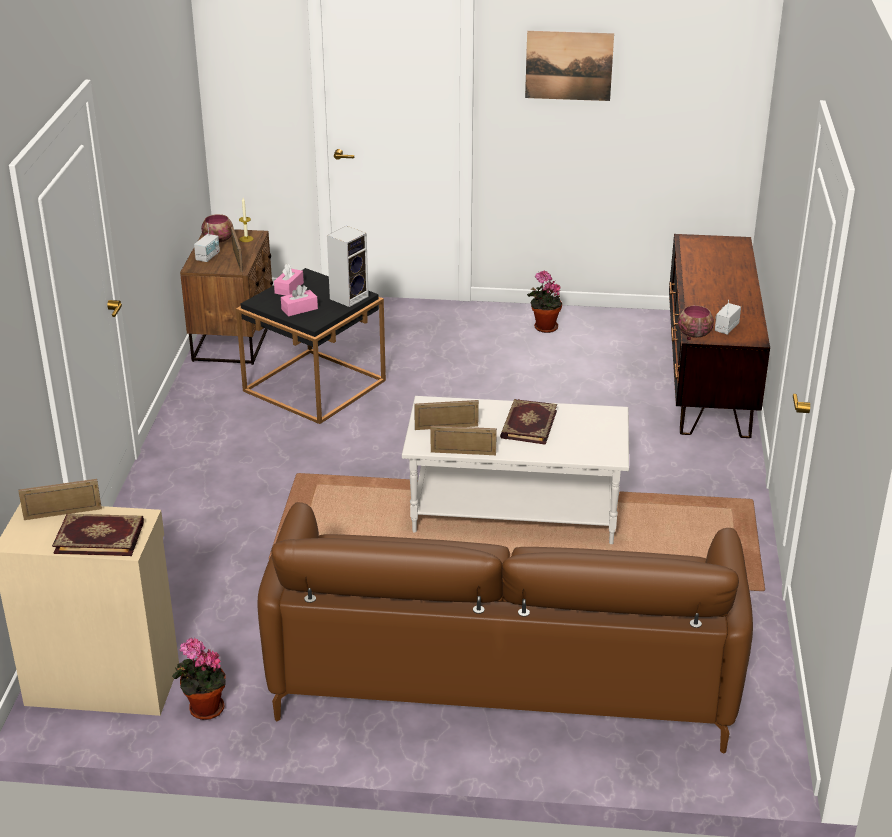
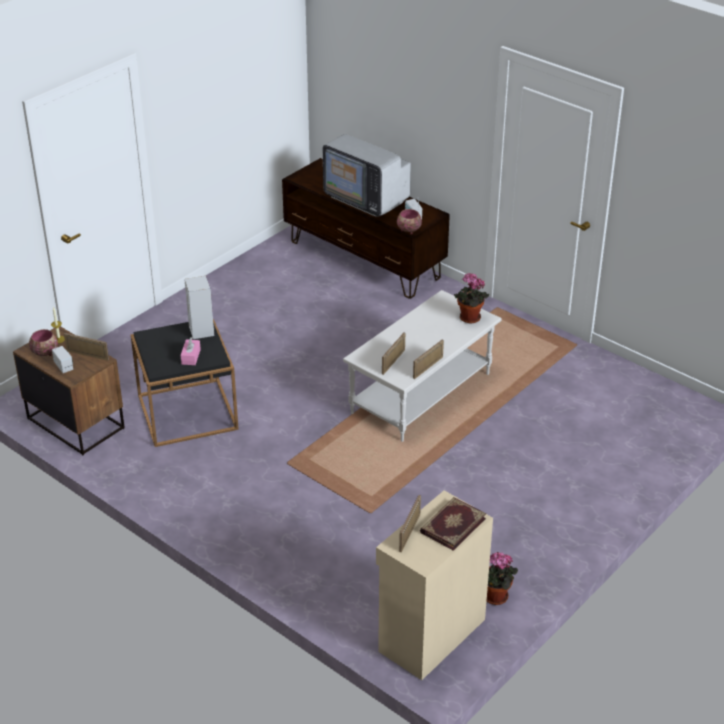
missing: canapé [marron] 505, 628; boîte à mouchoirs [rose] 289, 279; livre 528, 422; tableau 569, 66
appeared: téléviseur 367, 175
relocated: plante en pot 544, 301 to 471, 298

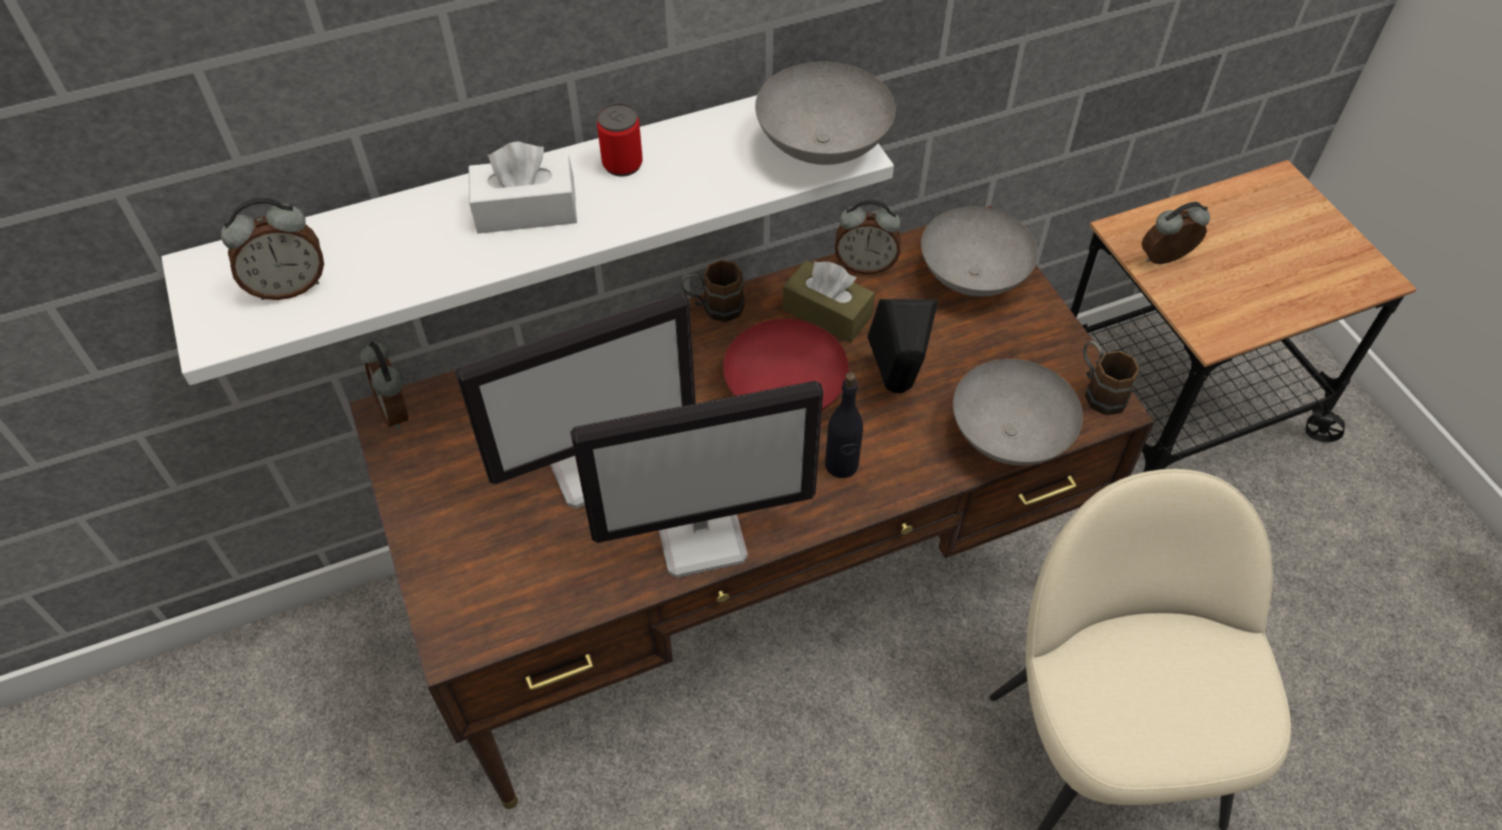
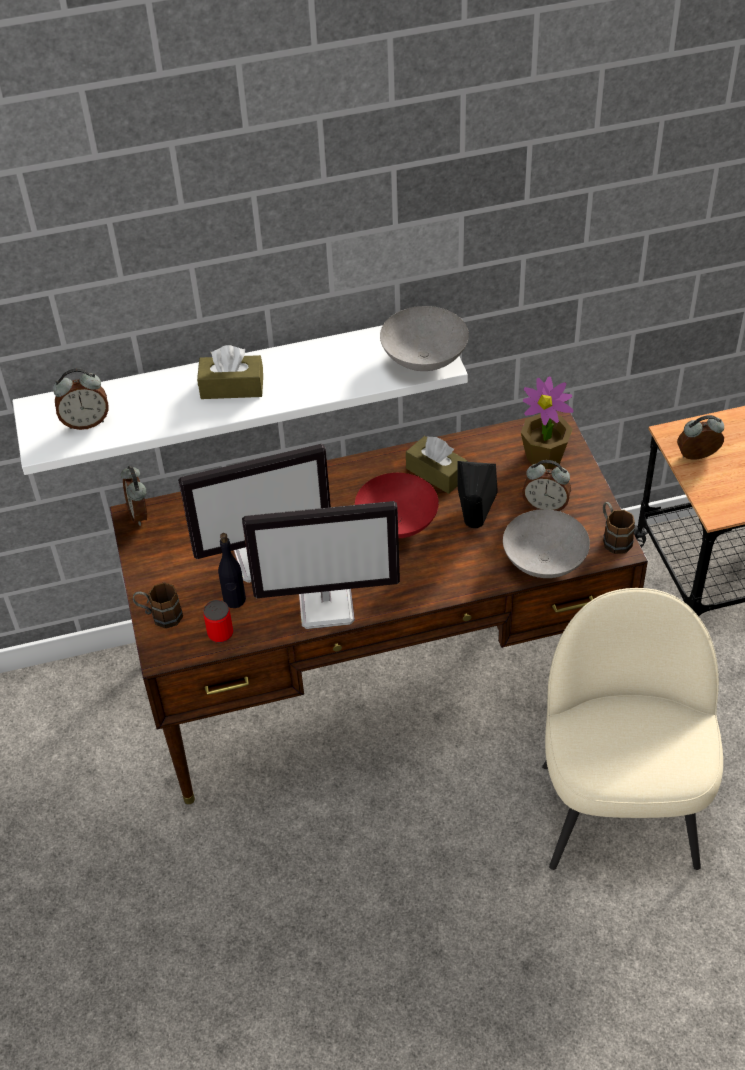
relocated: boîte métallique 620, 140 to 218, 621; mug [marron] 712, 291 to 158, 606; bouteille [noir] 844, 425 to 232, 570; réveil 868, 237 to 546, 486
exchanged: bol [gris] 979, 252 to plante en pot 547, 422
colour: boîte à mouchoirs [blanc] 523, 188 to boîte à mouchoirs [marron] 230, 372

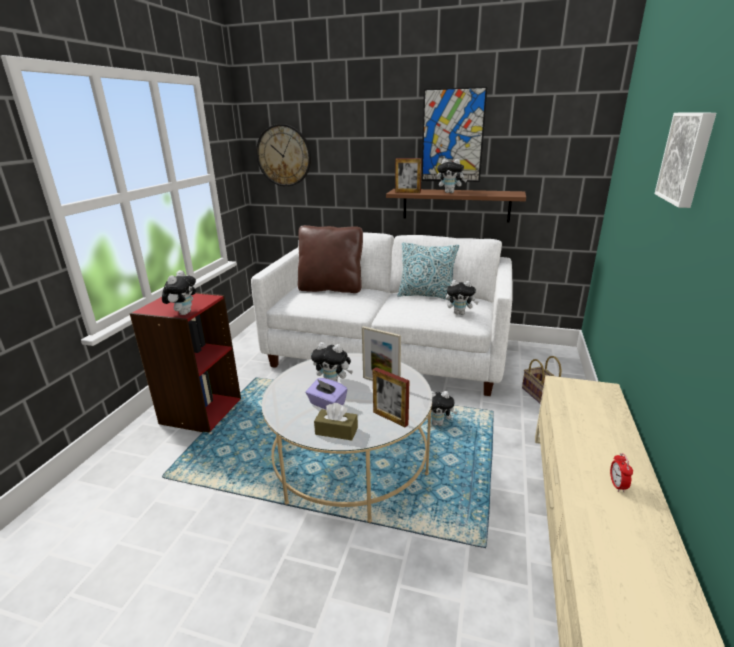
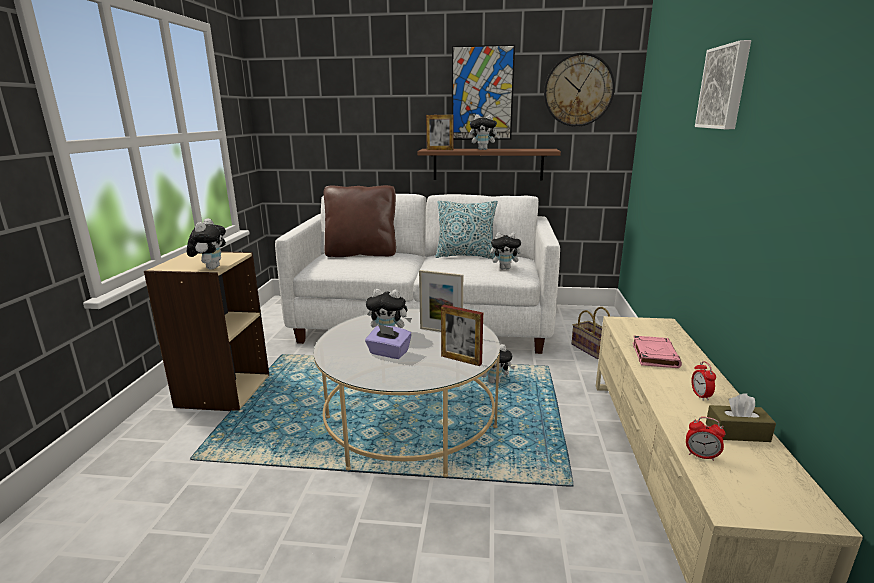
appeared: livre [rose] 657, 352; réveil 705, 439
relocated: horloge murale 283, 155 to 579, 90; boîte à mouchoirs [marron] 336, 421 to 741, 417
colour: bibliothèque [rouge] 185, 362 to bibliothèque [beige] 206, 331

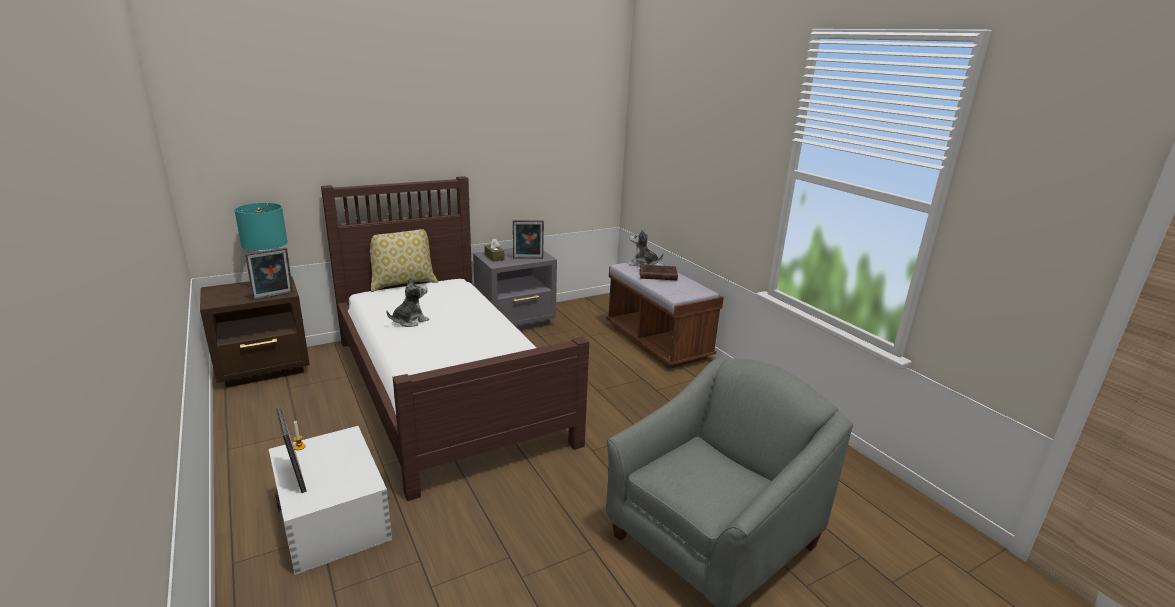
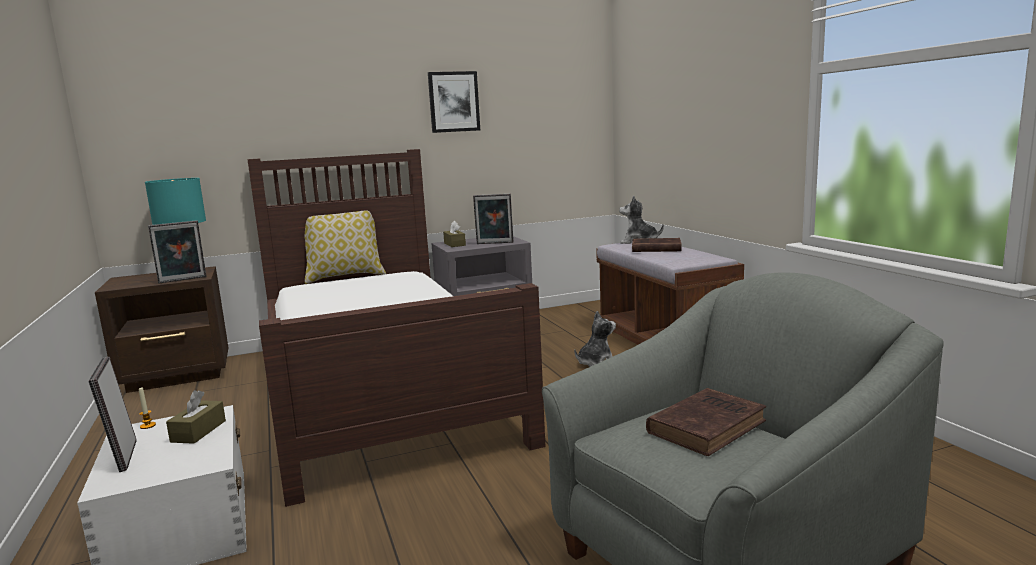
appeared: boîte à mouchoirs [marron] 196, 417; tableau 454, 102; livre [marron] 706, 422
relocated: peluche 407, 302 to 595, 339

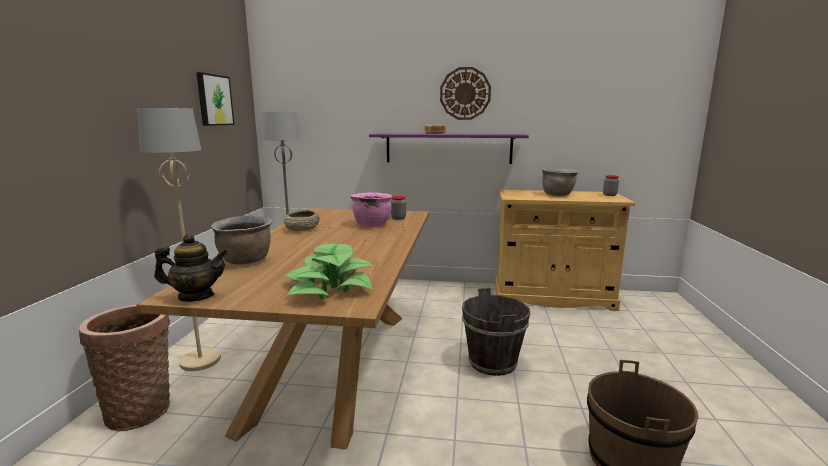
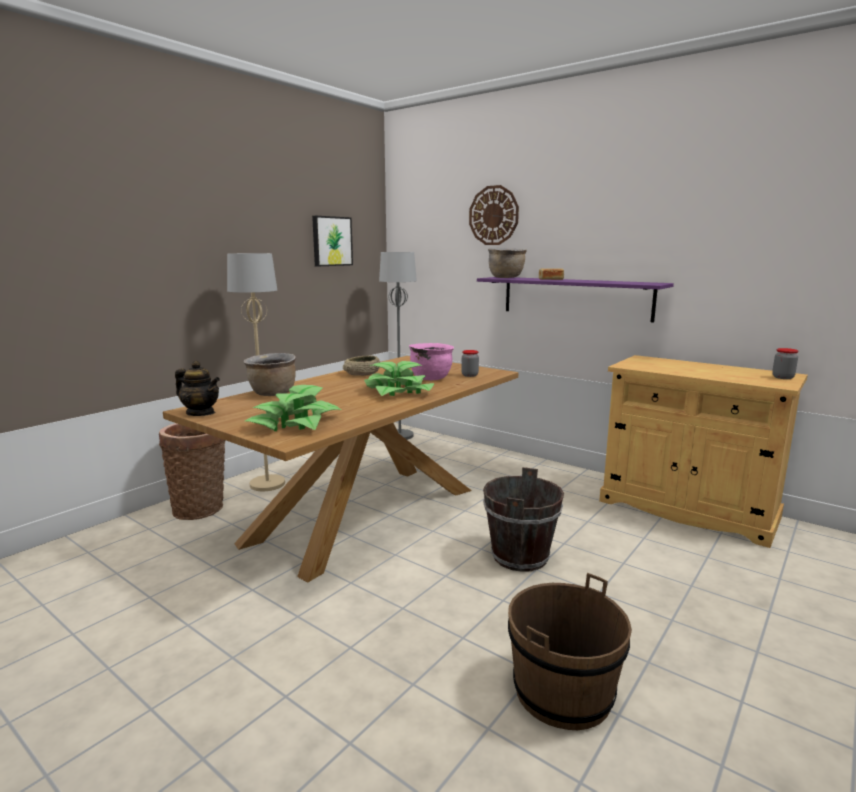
appeared: plante en pot 399, 378
relocated: horloge murale 465, 93 to 494, 215; marmite [marron] 560, 182 to 507, 263

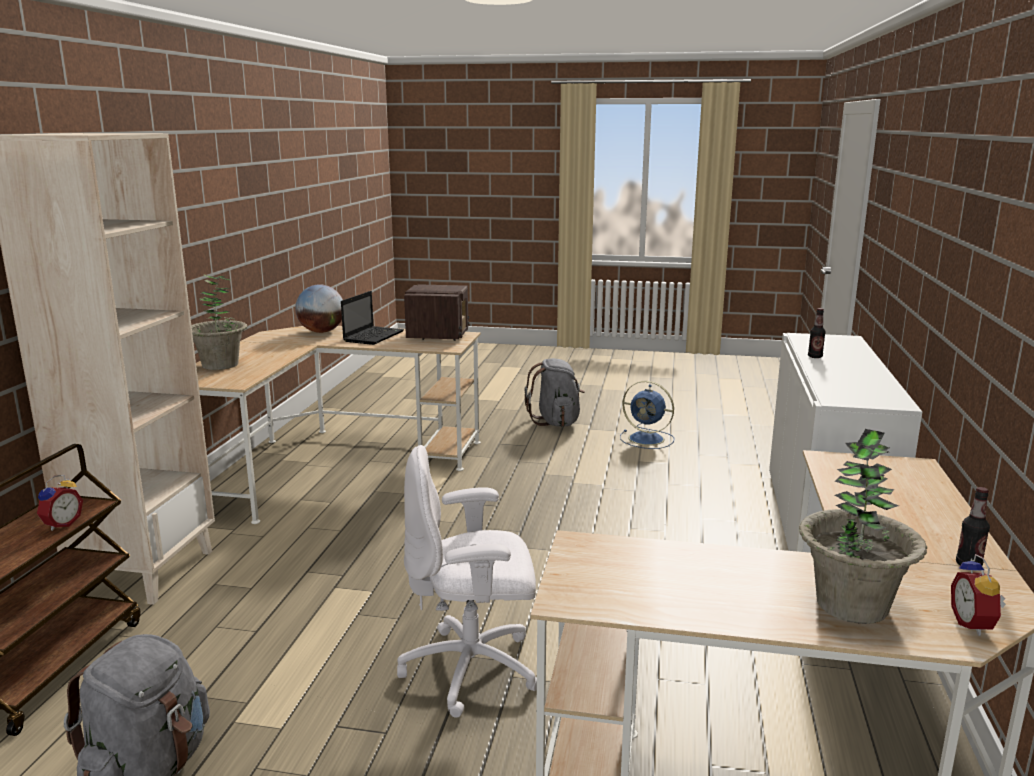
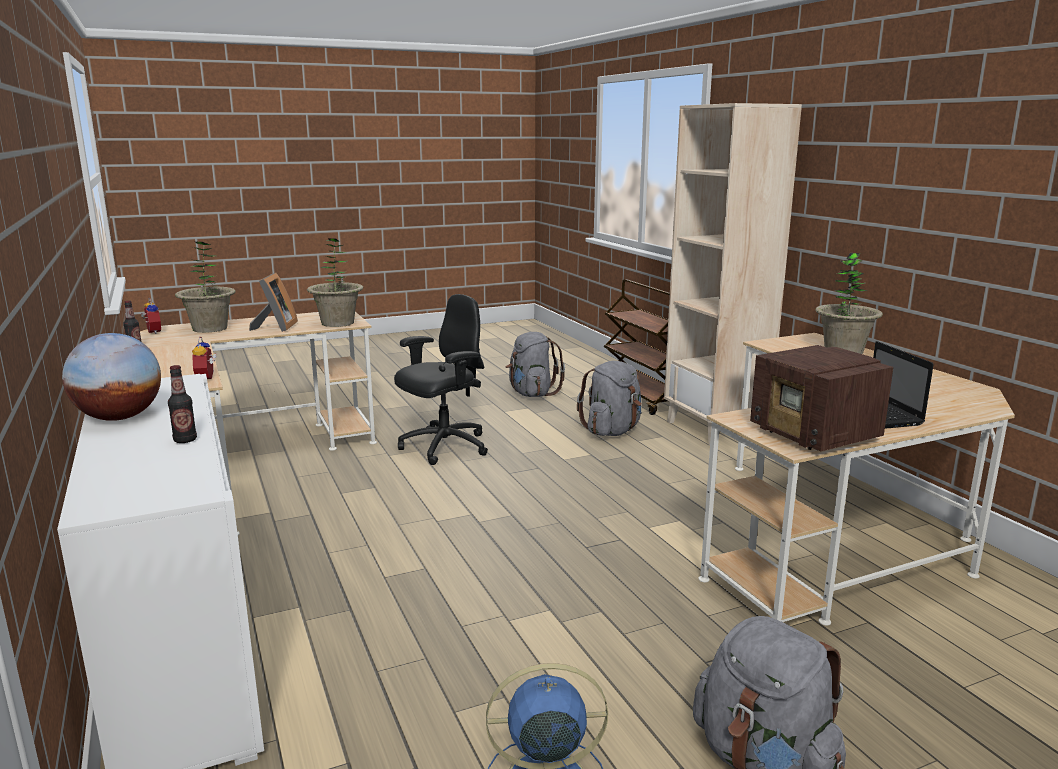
appeared: cadre photo 273, 302; plante en pot 335, 282; sac à dos [gris] 609, 398
relocated: réveil 60, 503 to 204, 358; globe 319, 308 to 111, 377
colour: chaise de bureau [blanc] 467, 581 to chaise de bureau [noir] 441, 379

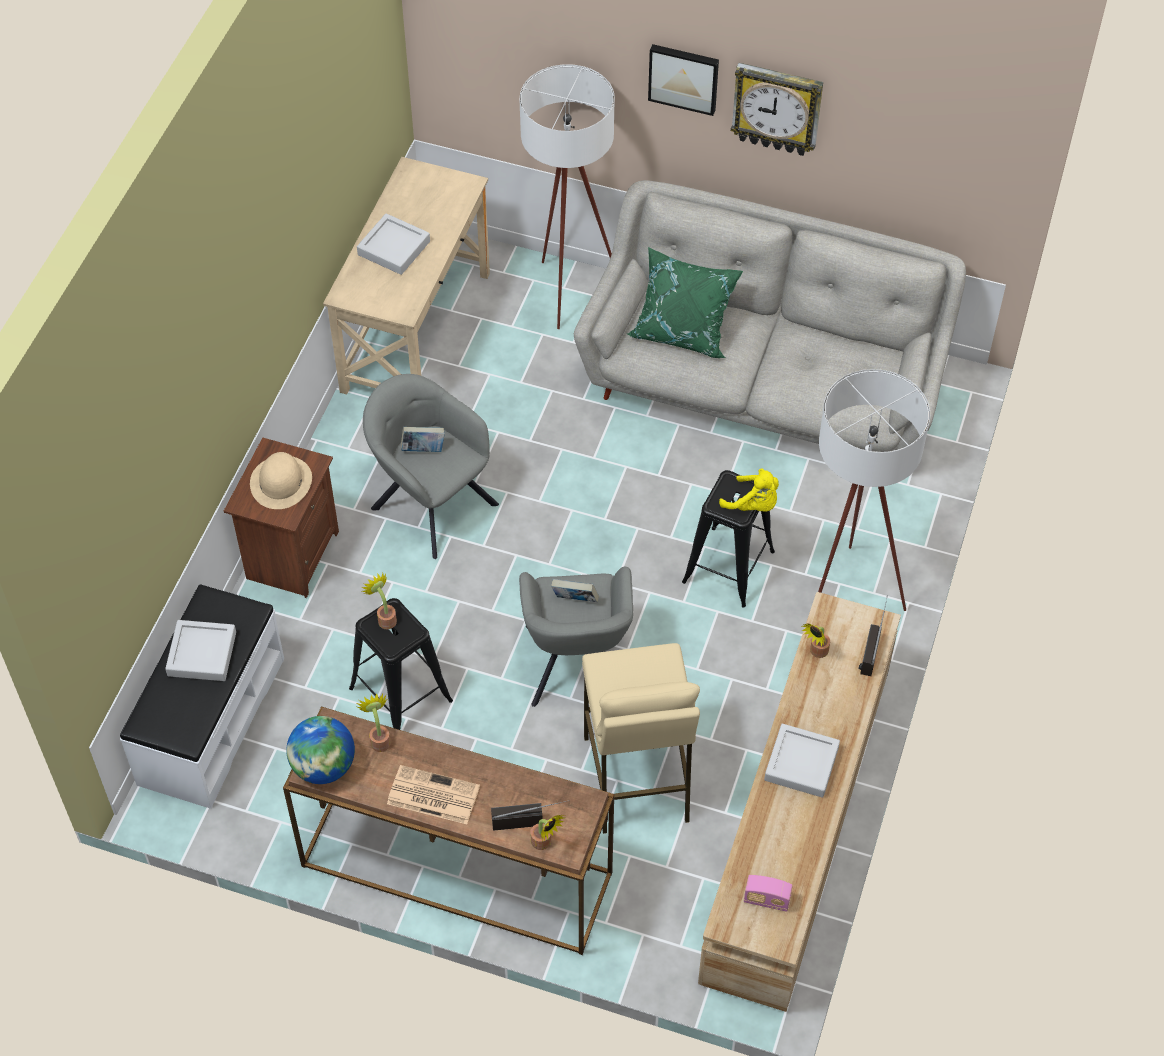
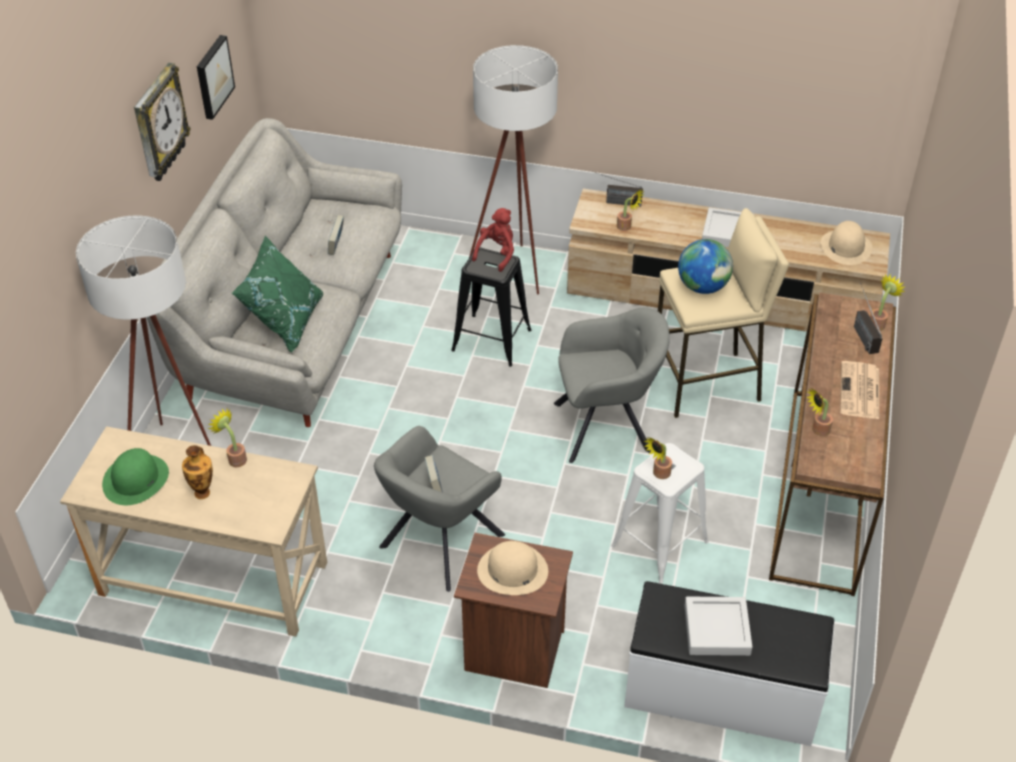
appeared: chapeau [vert] 135, 476; plante en pot 227, 438
relocated: globe 320, 750 to 705, 266; livre 575, 590 to 336, 235; tableau 683, 80 to 216, 77
exchanged: plateau [gris] 393, 244 to vase 197, 472; radio 768, 893 to chapeau [beige] 847, 243
colour: tabouret [noir] 401, 664 to tabouret [blanc] 660, 513; peluche [jaune] 749, 490 to peluche [rouge] 493, 240

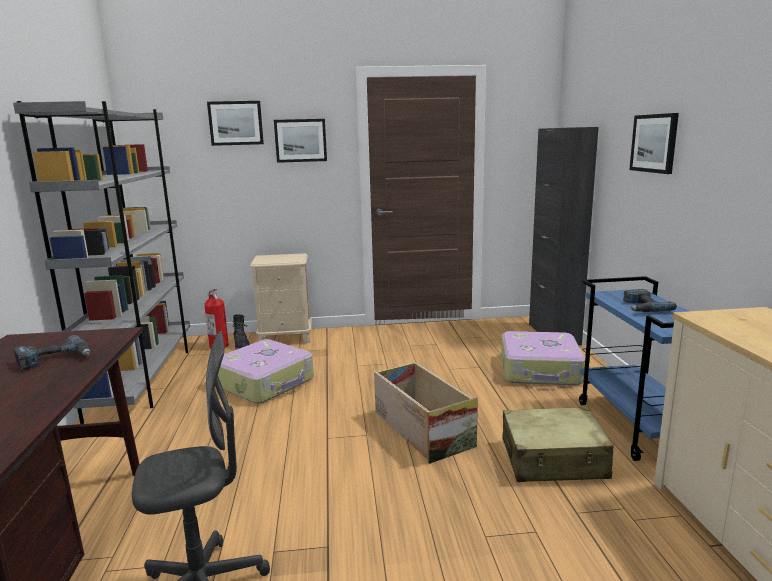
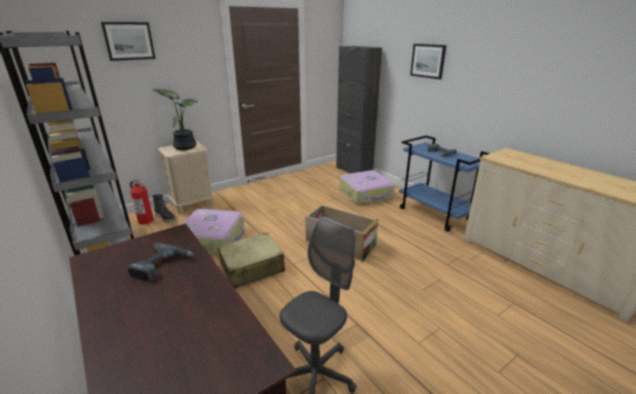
missing: tableau 300, 141
appeared: plante en pot 175, 119
relocated: valise [beige] 558, 444 to 251, 260

